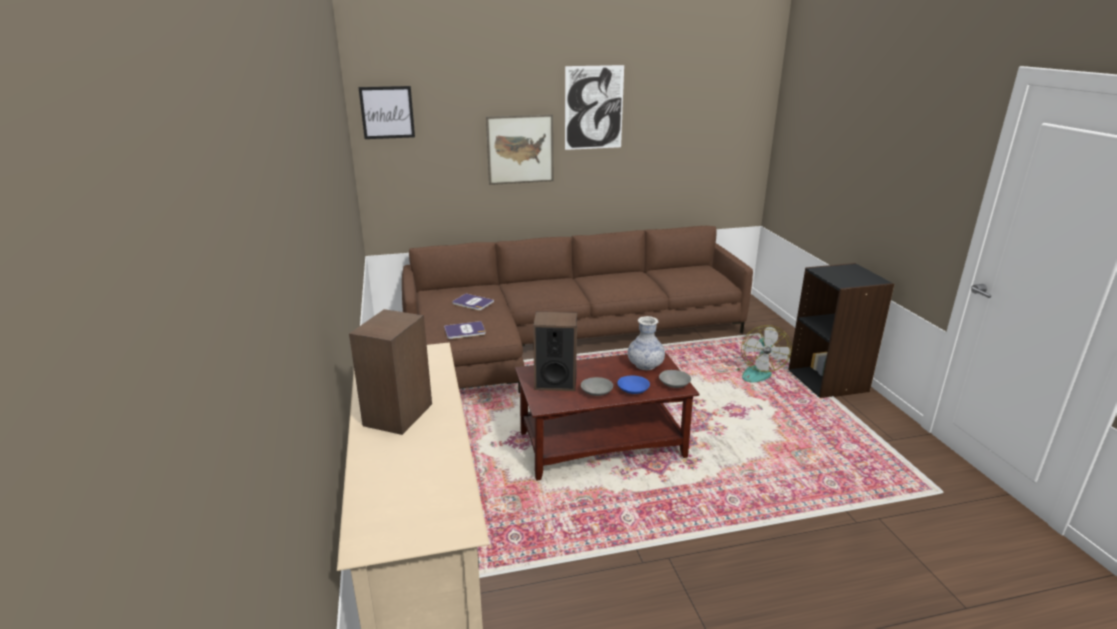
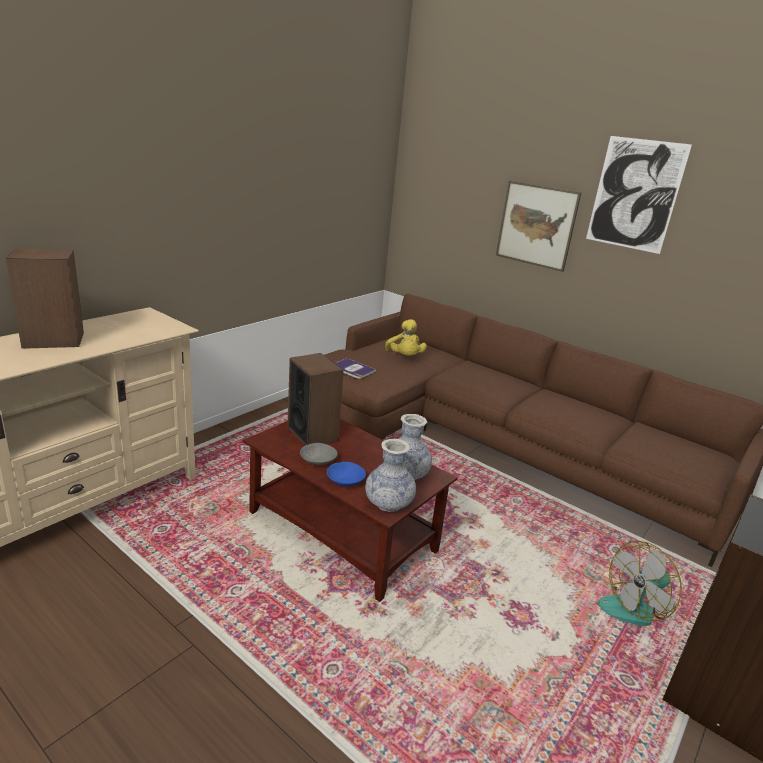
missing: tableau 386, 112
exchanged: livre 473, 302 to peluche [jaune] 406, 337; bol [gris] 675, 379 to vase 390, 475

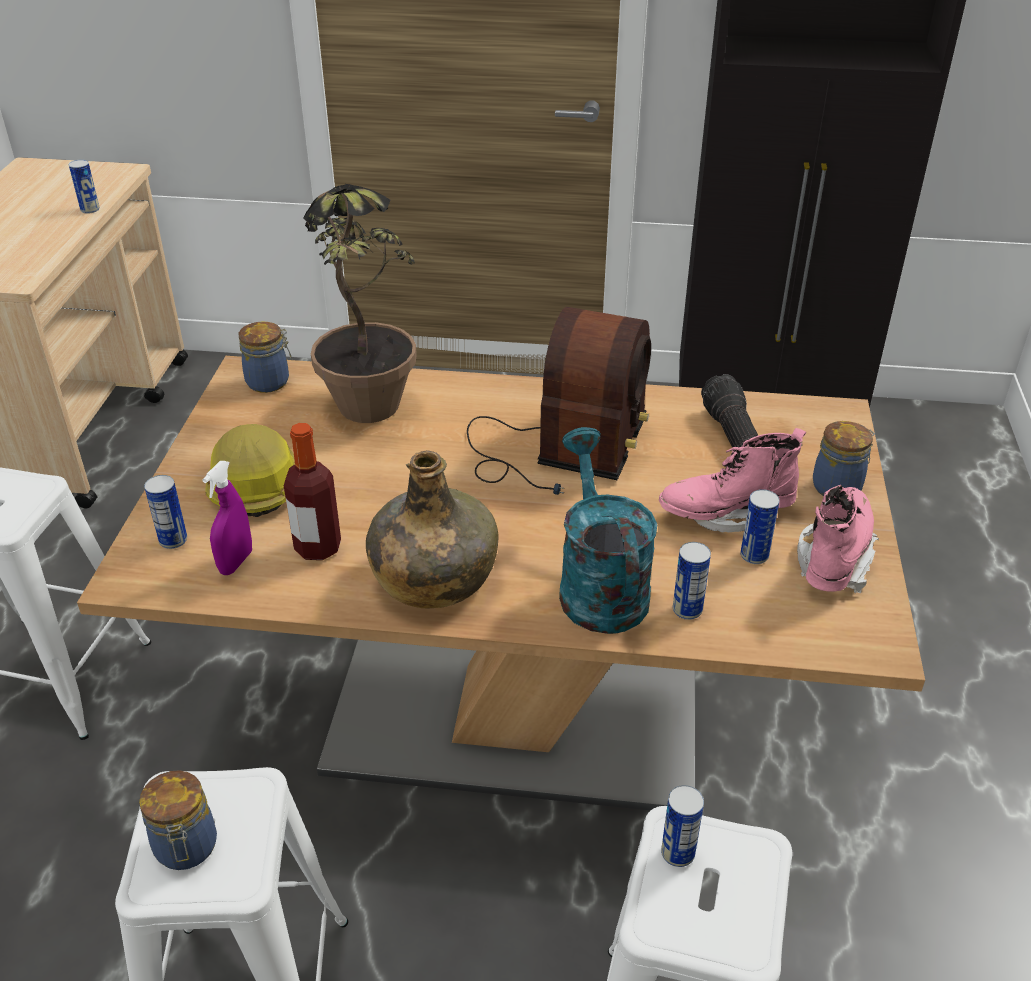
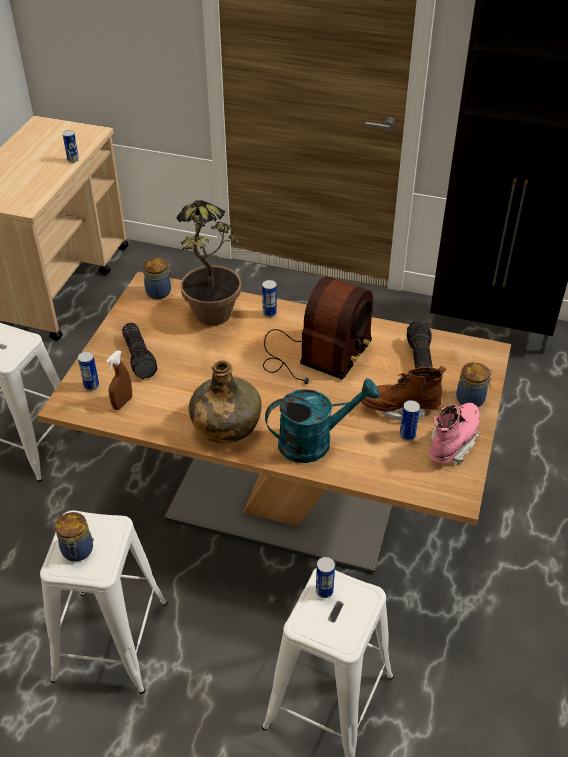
missing: bouteille 312, 491
relocated: boîte métallique 692, 581 to 269, 298
exchanged: casque de chantier 250, 470 to lampe de poche 139, 351
colour: vaporisateur [violet] 227, 518 to vaporisateur [marron] 119, 380; botte [rose] 732, 480 to botte [marron] 403, 393
spun: arrosoir [turquoise] 608, 530 = 322, 420 75 degrees clockwise

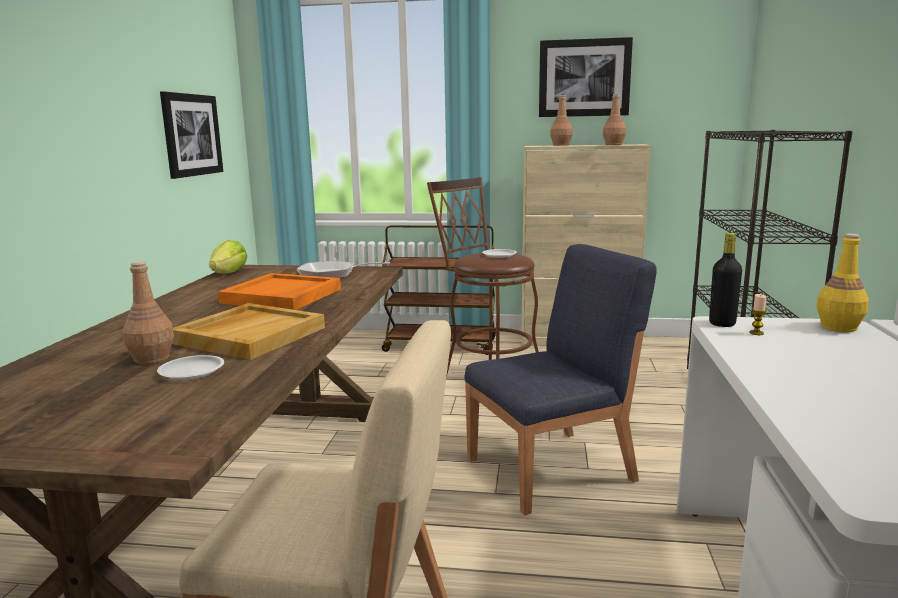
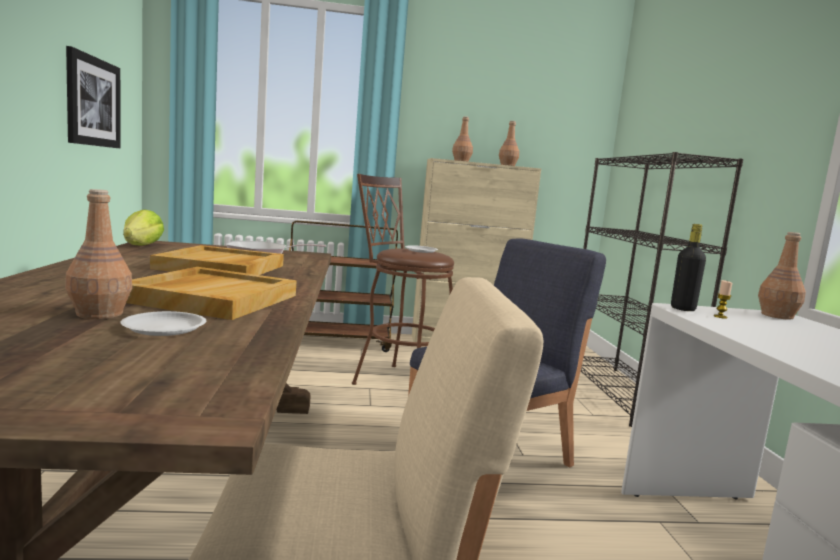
missing: tableau 586, 77
colour: plateau [orange] 279, 291 to plateau [beige] 217, 260; bouteille [jaune] 842, 283 to bouteille [marron] 782, 276

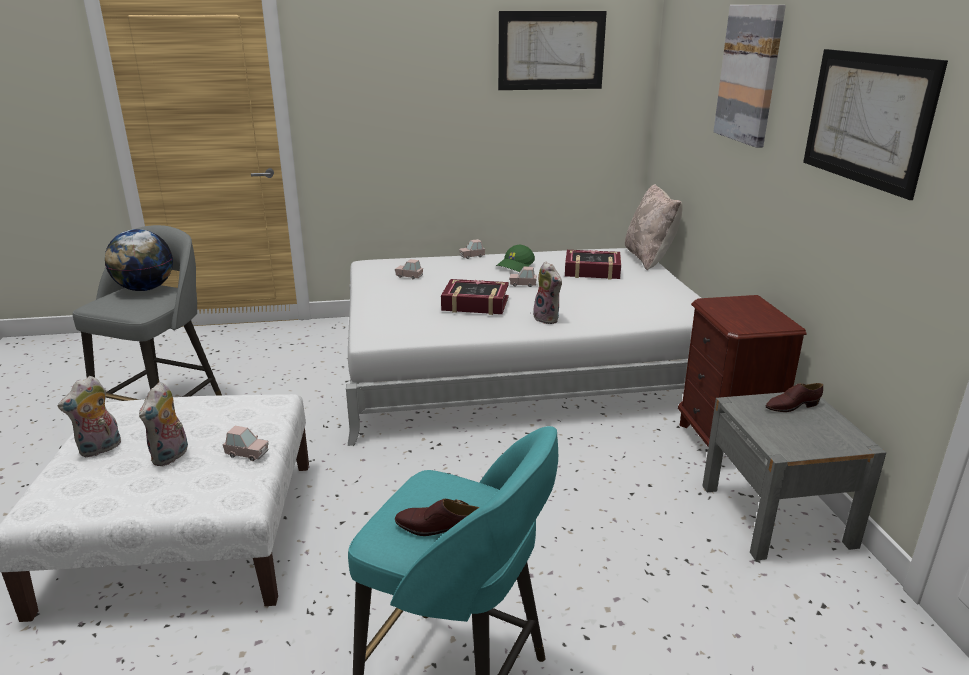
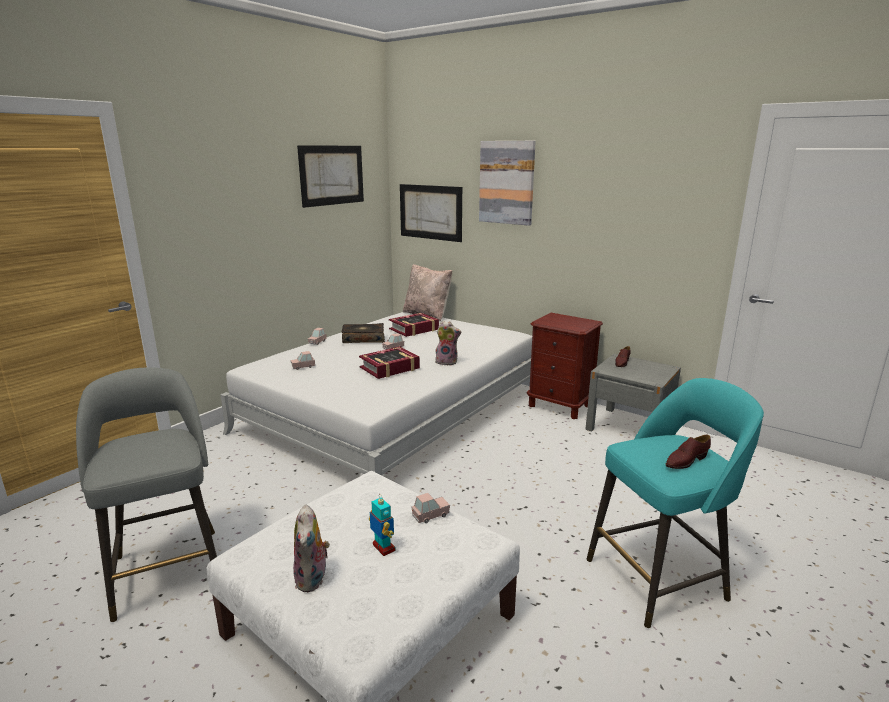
missing: globe 139, 260
relocated: tableau 875, 124 to 431, 213
exchanged: peluche 163, 424 to robot jouet 382, 525; casquette [vert] 515, 258 to livre 363, 333

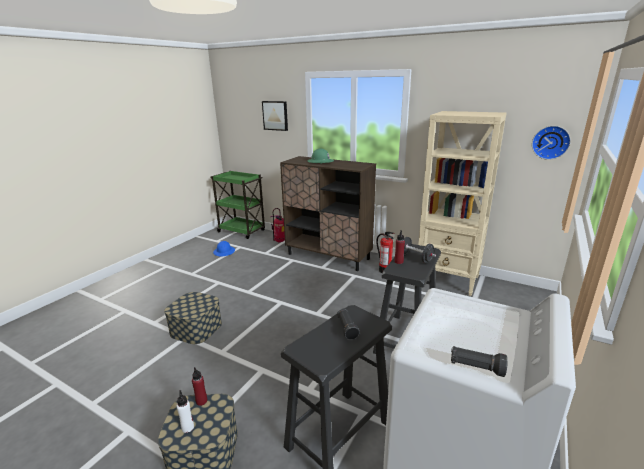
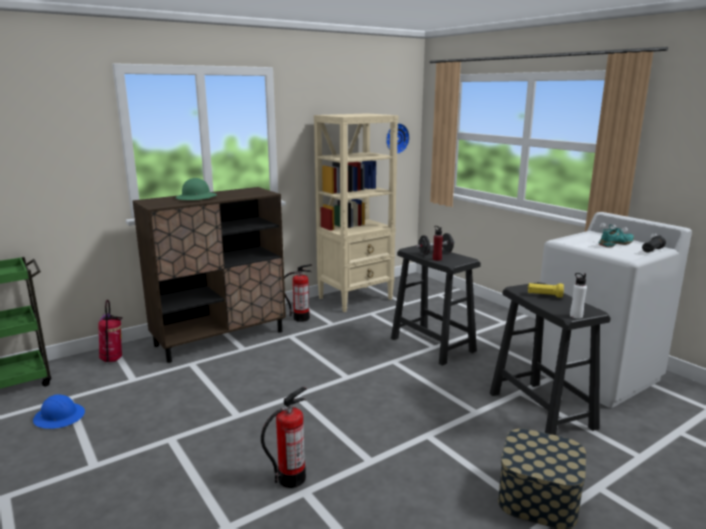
missing: bouteille [rouge] 199, 386; tableau 275, 116
appeared: chaussure [turquoise] 616, 235
relocated: bouteille [blanc] 185, 411 to 578, 296
exchanged: boîte de rangement 193, 318 to extincteur 284, 437
colour: lampe de poche [noir] 349, 324 to lampe de poche [jaune] 546, 290

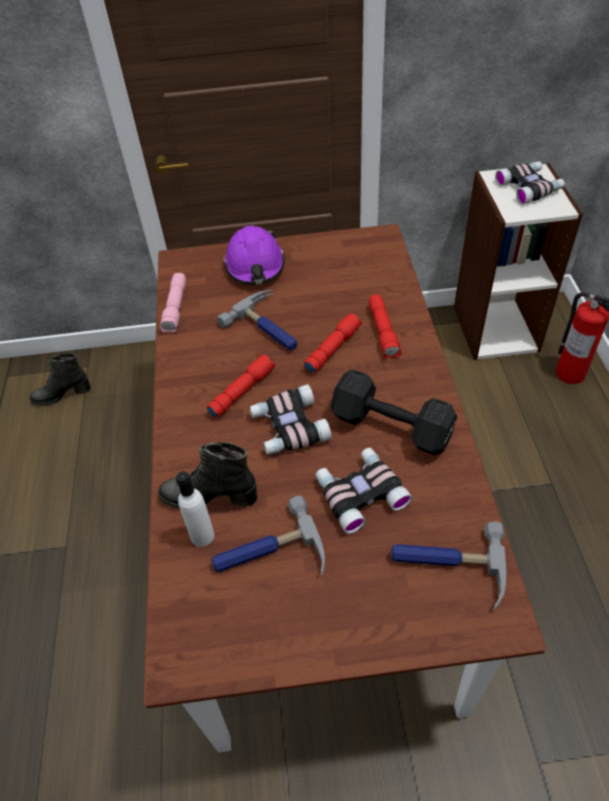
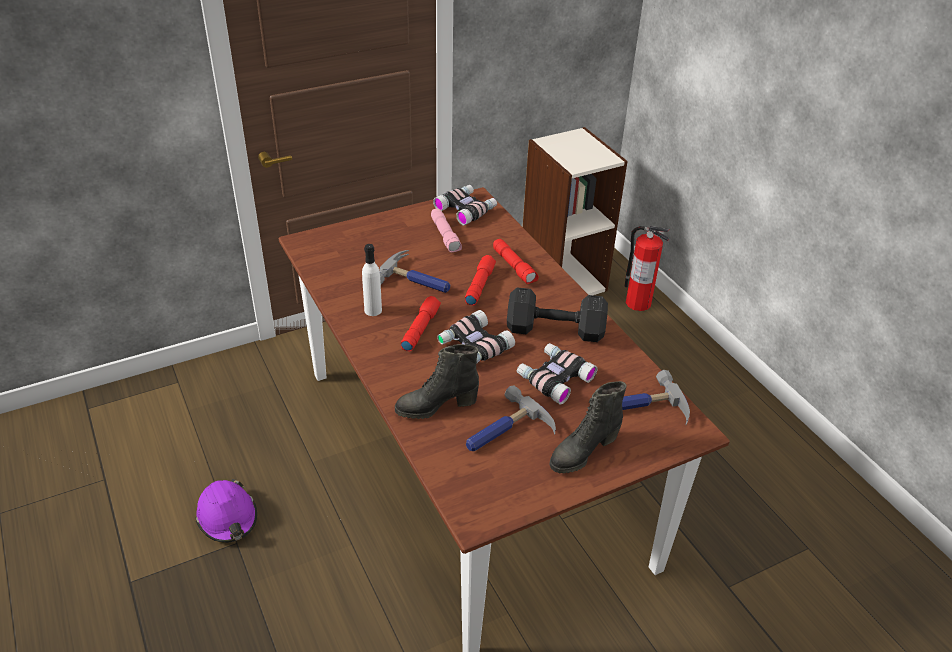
relocated: botte [noir] 60, 379 to 588, 427; lampe de poche [rose] 173, 302 to 446, 230; bouteille [blanc] 195, 509 to 372, 280; casque de chantier [violet] 254, 255 to 226, 511; jumelles 530, 183 to 465, 205

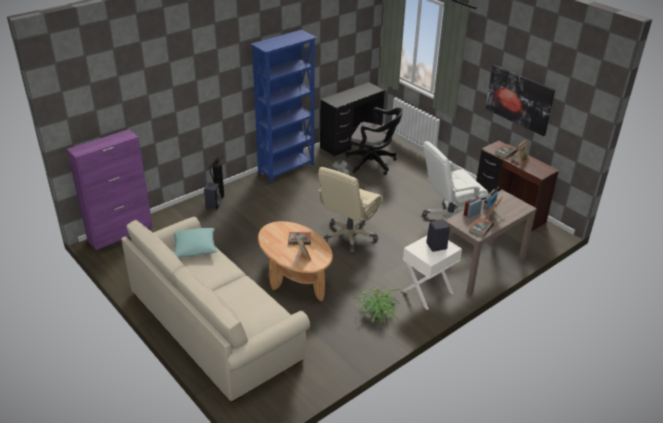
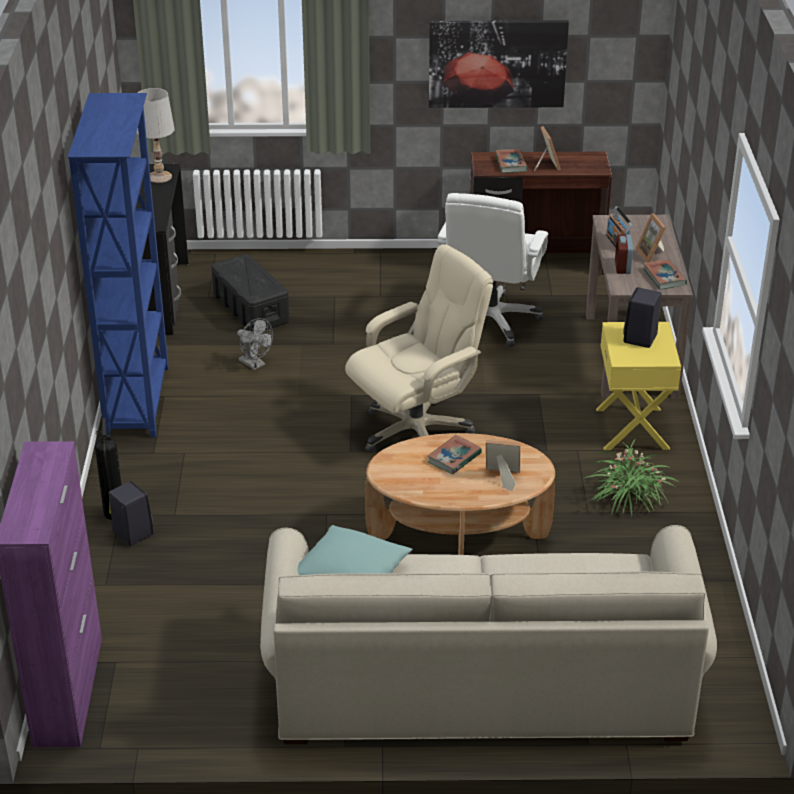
appeared: lampe de table [blanc] 156, 135
exchanged: chaise de bureau [noir] 374, 141 to boîte de rangement [noir] 250, 294
colour: table de chevet [blanc] 432, 273 to table de chevet [jaune] 638, 386
spun: chaise de bureau [beige] 350, 210 = 419, 348 105 degrees counterclockwise

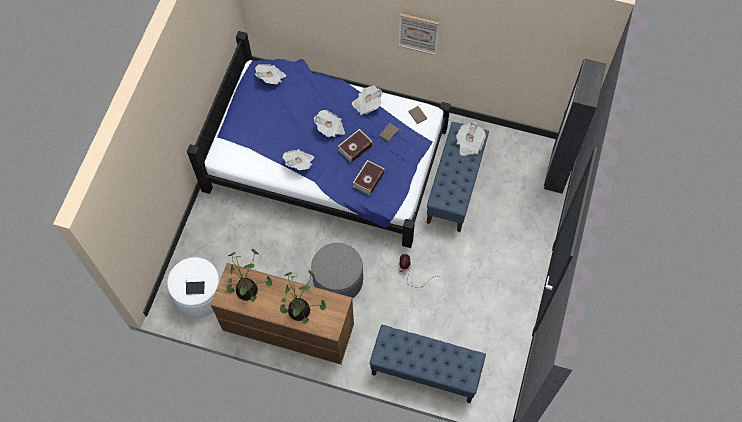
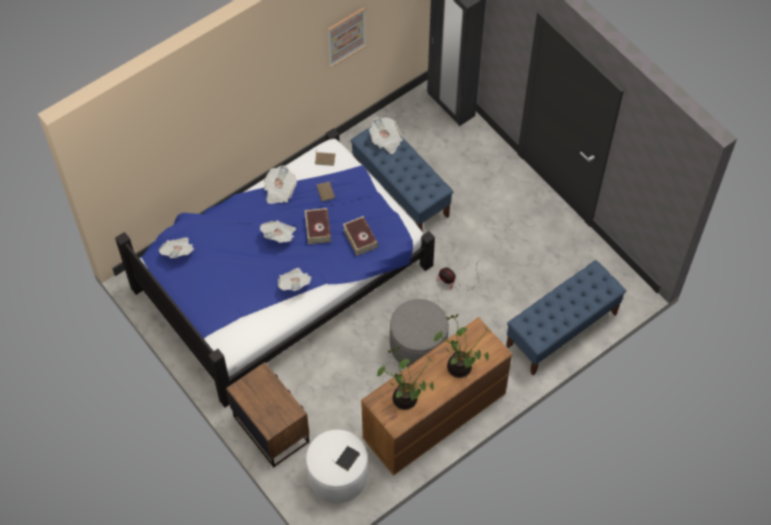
appeared: table de chevet [marron] 267, 414
relocated: tableau 418, 34 to 346, 37

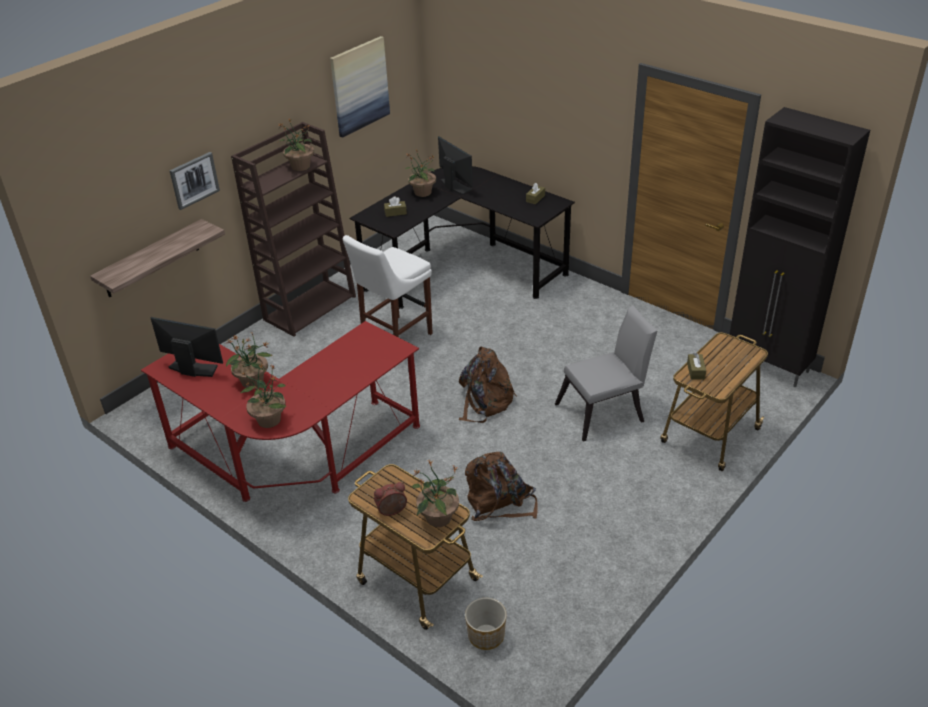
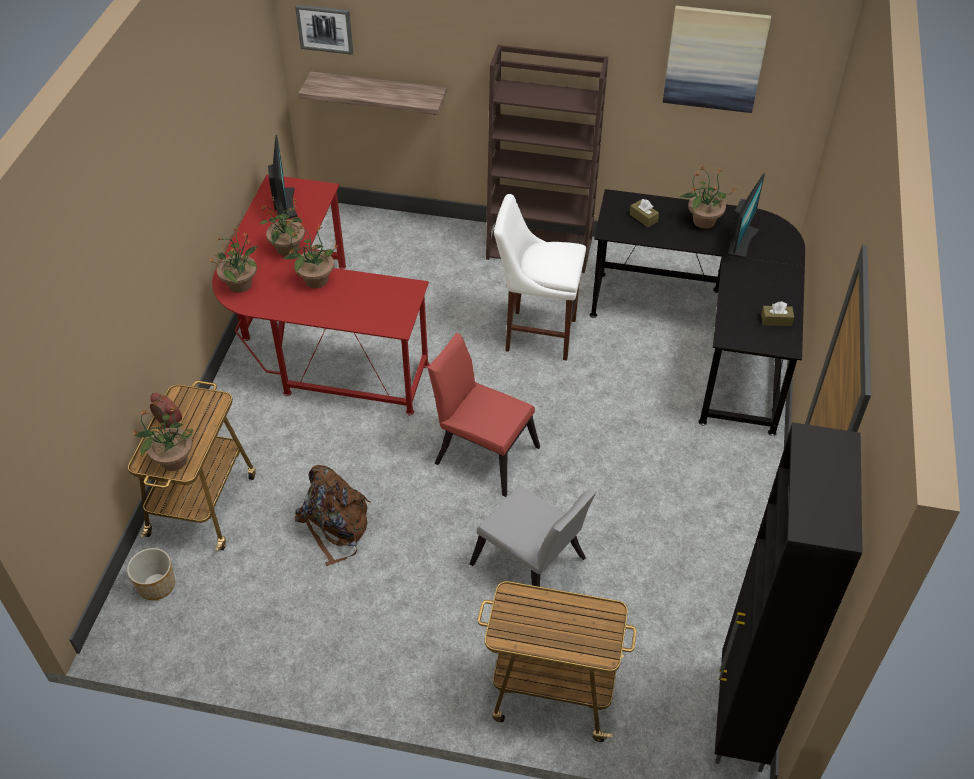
missing: boîte à mouchoirs [marron] 696, 366
relocated: tableau 195, 181 to 324, 29; plante en pot 296, 144 to 311, 256
exchanged: sac à dos [marron] 488, 385 to chaise [rouge] 483, 415

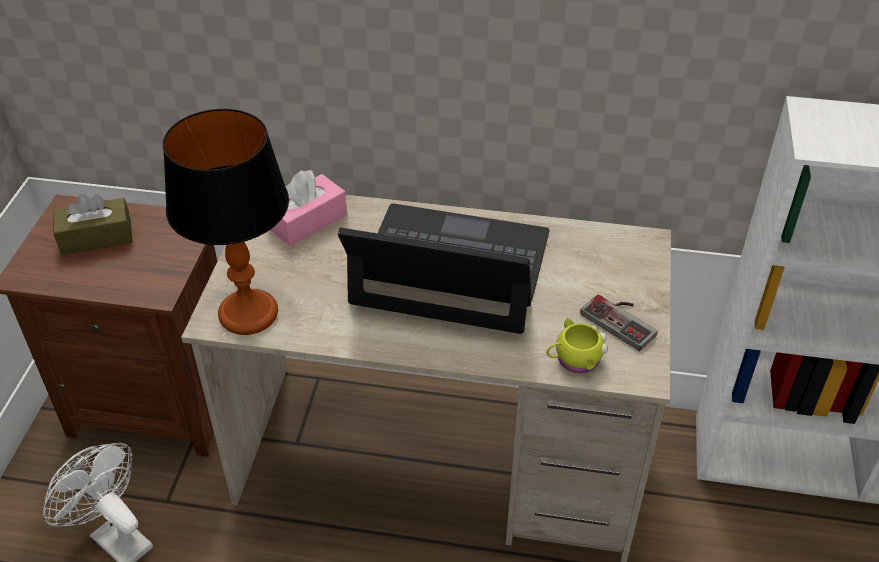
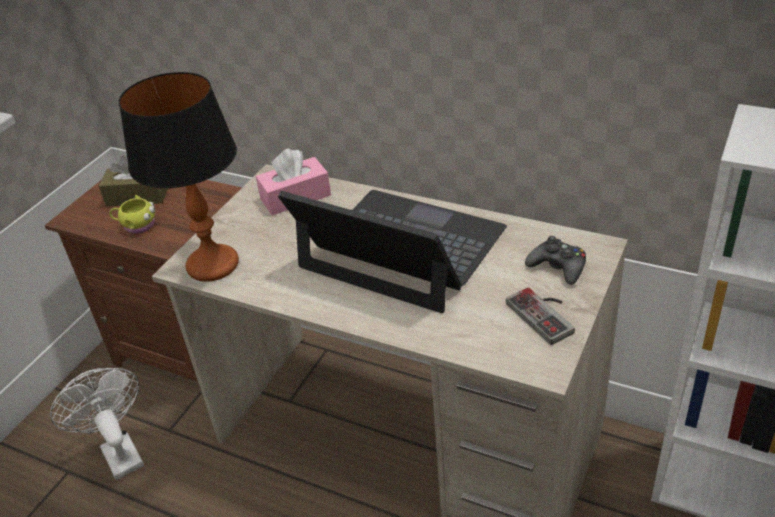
appeared: manette [noir] 555, 260
relocated: mug [jaune] 577, 345 to 132, 214

